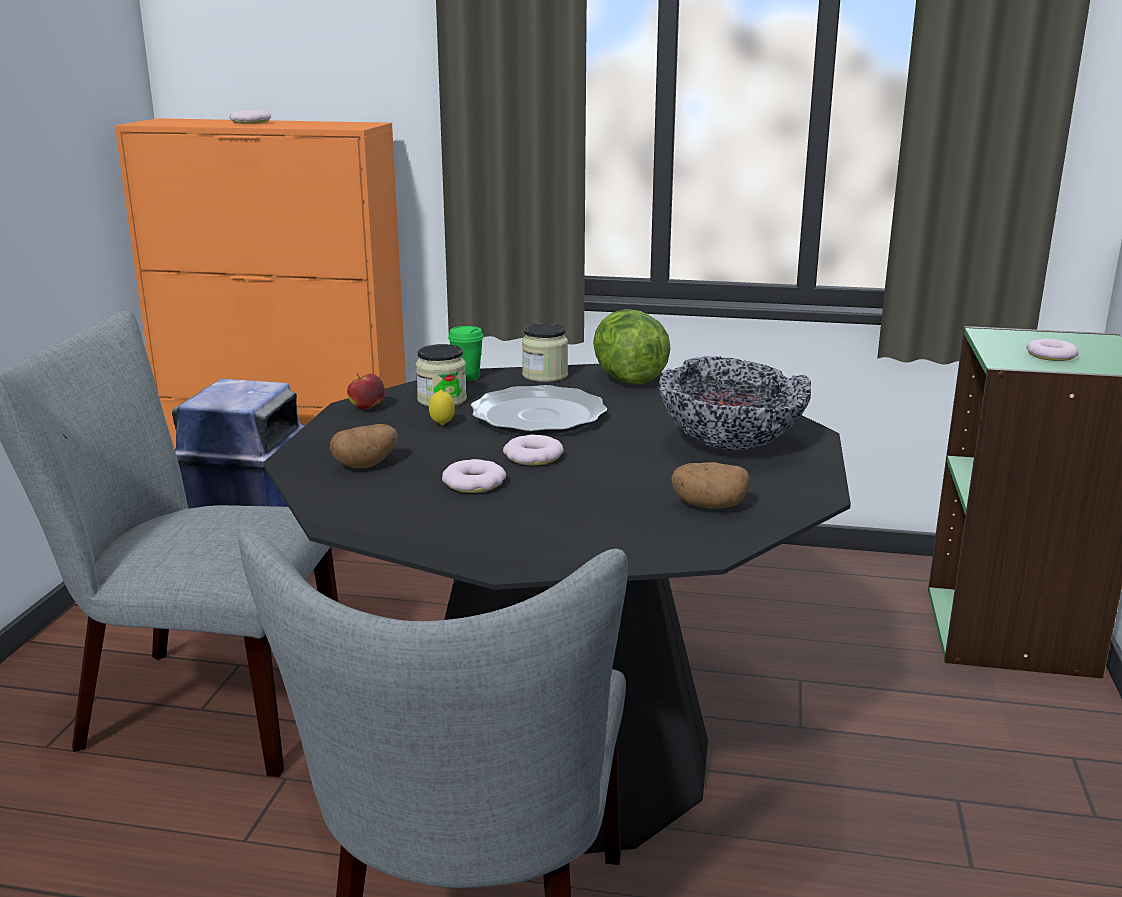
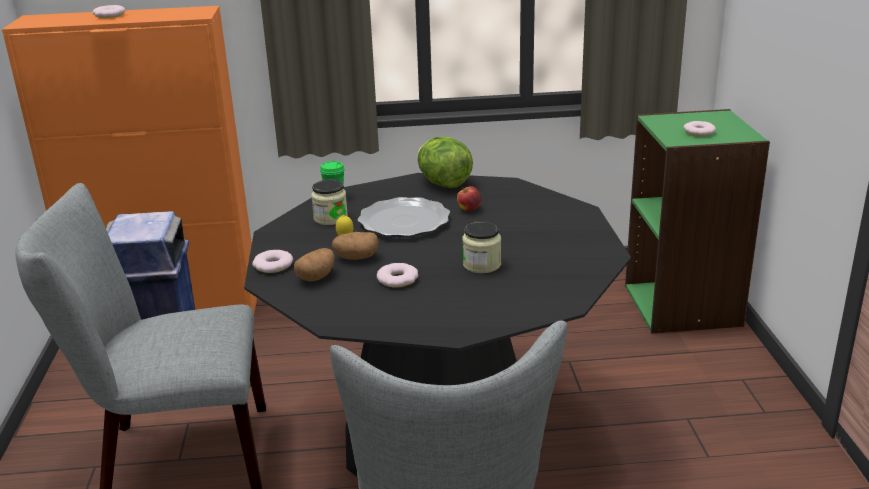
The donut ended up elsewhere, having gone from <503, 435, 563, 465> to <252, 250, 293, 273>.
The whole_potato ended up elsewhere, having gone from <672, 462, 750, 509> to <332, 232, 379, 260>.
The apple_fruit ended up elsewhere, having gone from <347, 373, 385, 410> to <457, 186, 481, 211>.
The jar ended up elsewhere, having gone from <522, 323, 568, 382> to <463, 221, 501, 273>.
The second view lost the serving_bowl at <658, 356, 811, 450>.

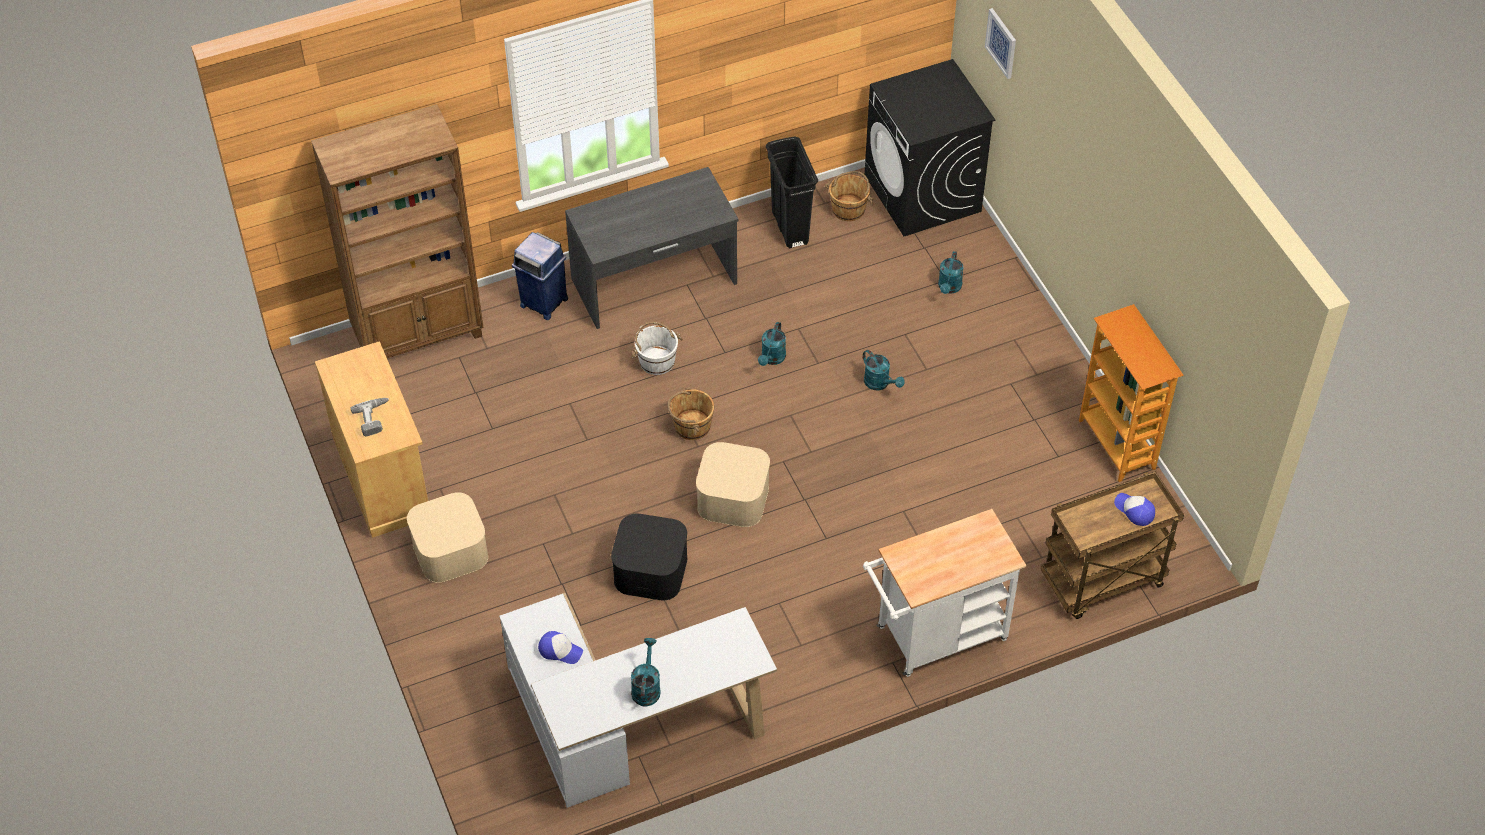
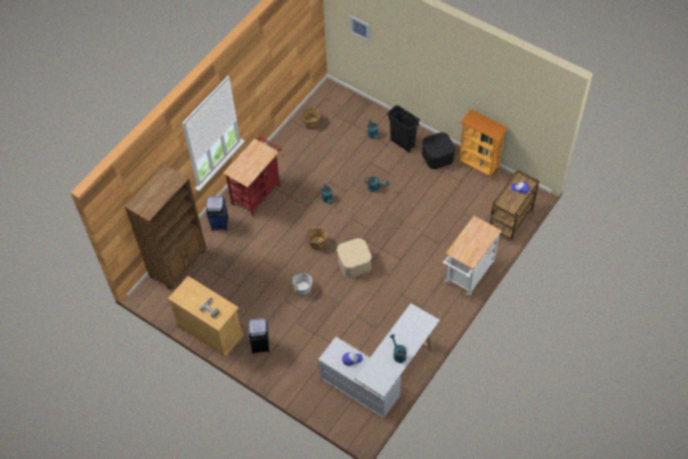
Where the gray_desk_unit stood at <565, 167, 739, 329>, the reddish_cart came to stand at <223, 136, 282, 217>.
Where the beige_storage_container stood at <407, 492, 488, 583>, the blue_waste_bin came to stand at <248, 318, 270, 354>.
The white_pail ended up elsewhere, having gone from <631, 321, 683, 375> to <291, 272, 312, 296>.
The black_waste_bin ended up elsewhere, having gone from <766, 136, 818, 248> to <387, 105, 420, 152>.
The black_storage_container ended up elsewhere, having gone from <611, 514, 687, 601> to <422, 132, 455, 169>.
The second view lost the black_laundry_appliance at <864, 59, 995, 236>.

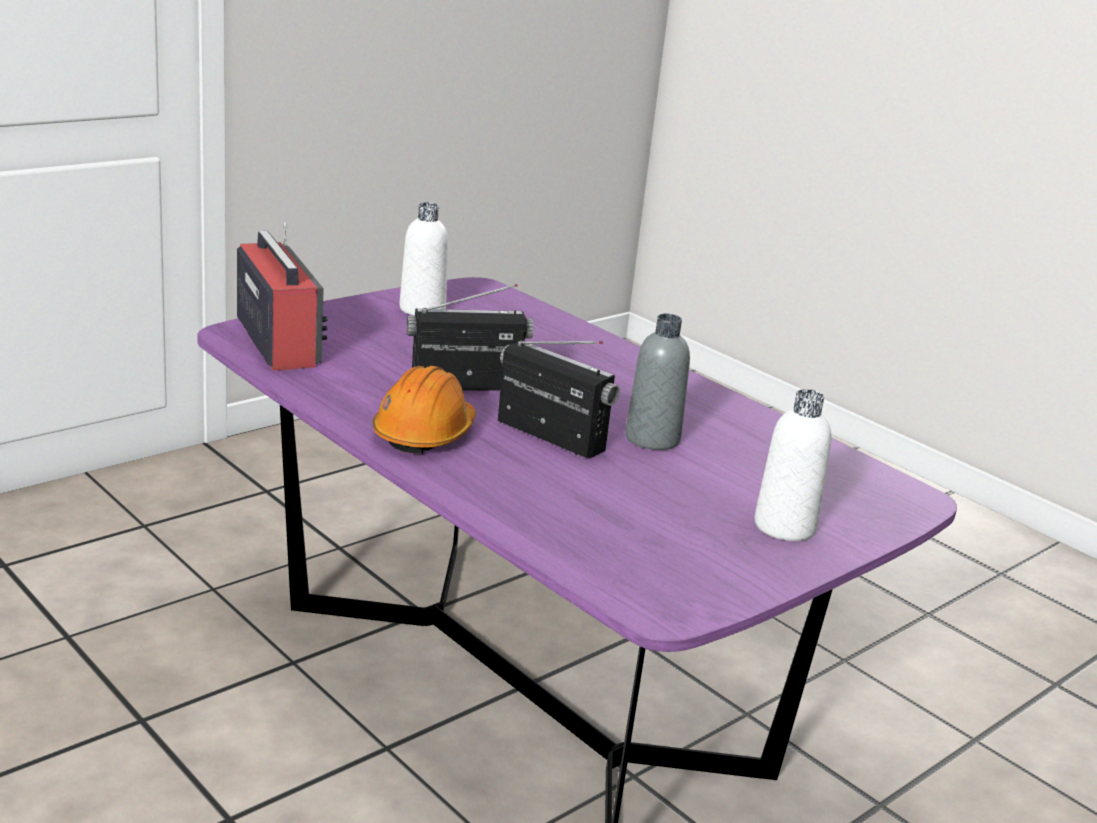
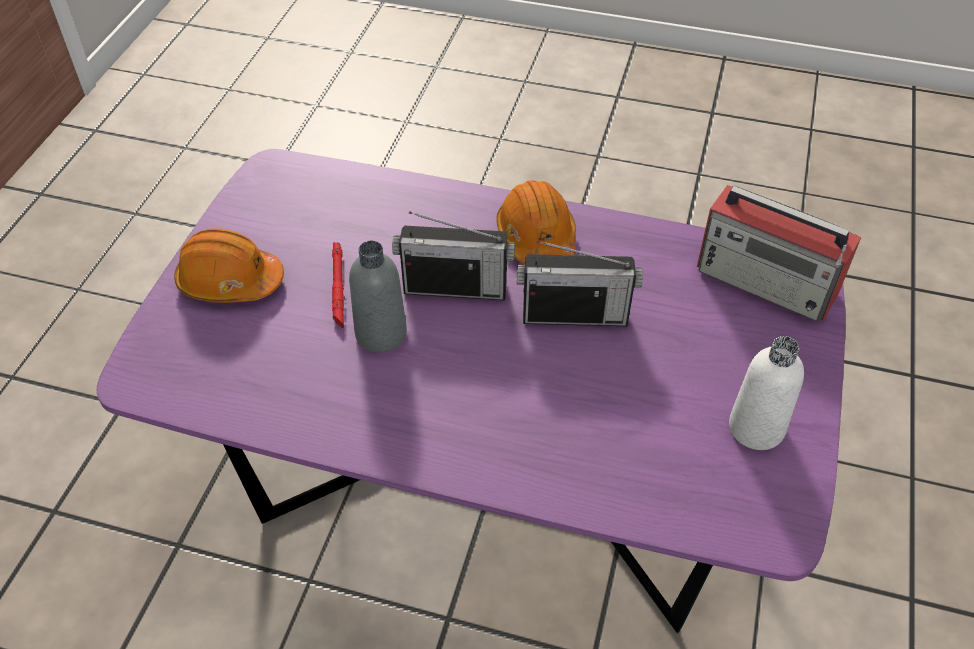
Where the white_beverage_bottle stood at <754, 389, 831, 541>, the orange-coloured_work_helmet came to stand at <174, 228, 284, 303>.
The second view gained the reddish_torch at <332, 242, 345, 328>.
The radio_receiver at <406, 284, 533, 391> ended up facing another way, 45 degrees clockwise from before.

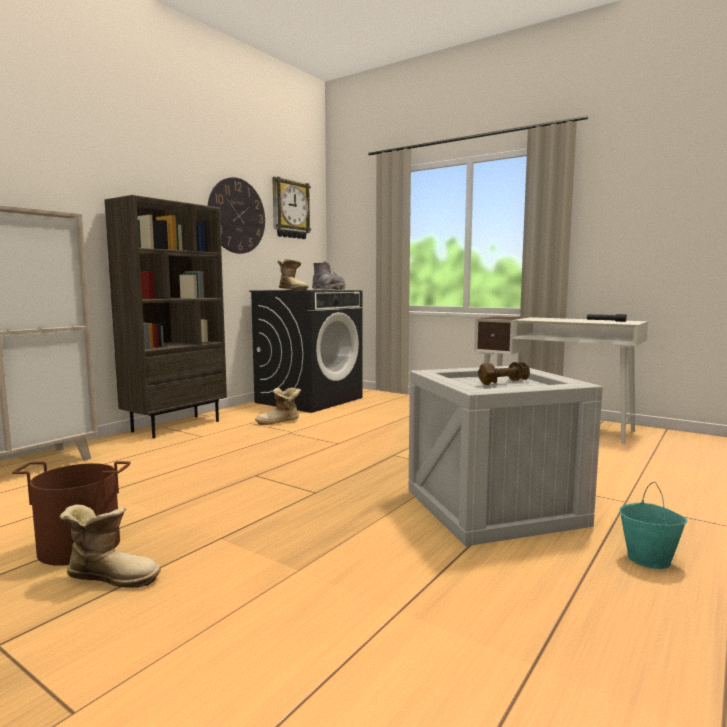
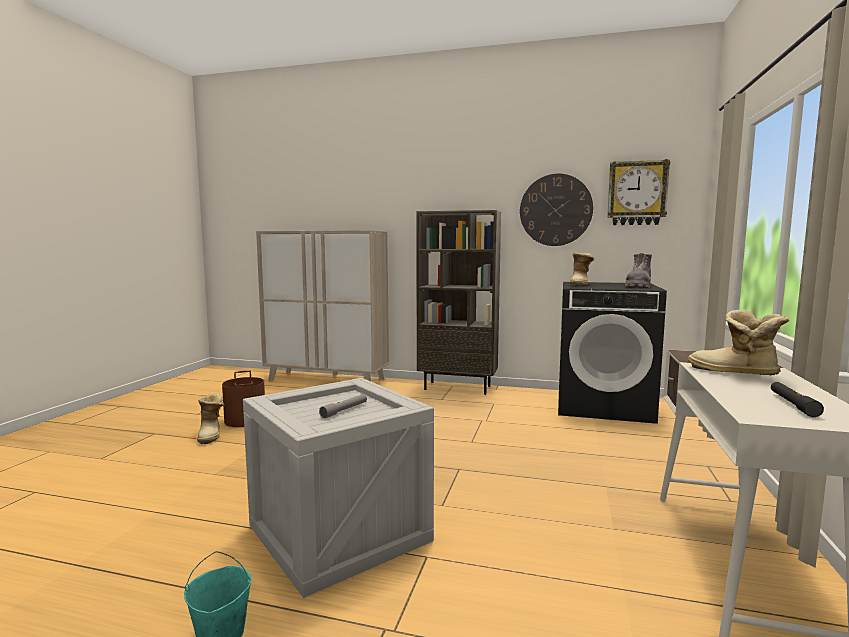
Where the brown-coloured_free_weight stood at <478, 361, 530, 385>, the gray_torch came to stand at <319, 394, 367, 419>.
The high-top_boot ended up elsewhere, having gone from <255, 388, 301, 425> to <688, 310, 789, 375>.

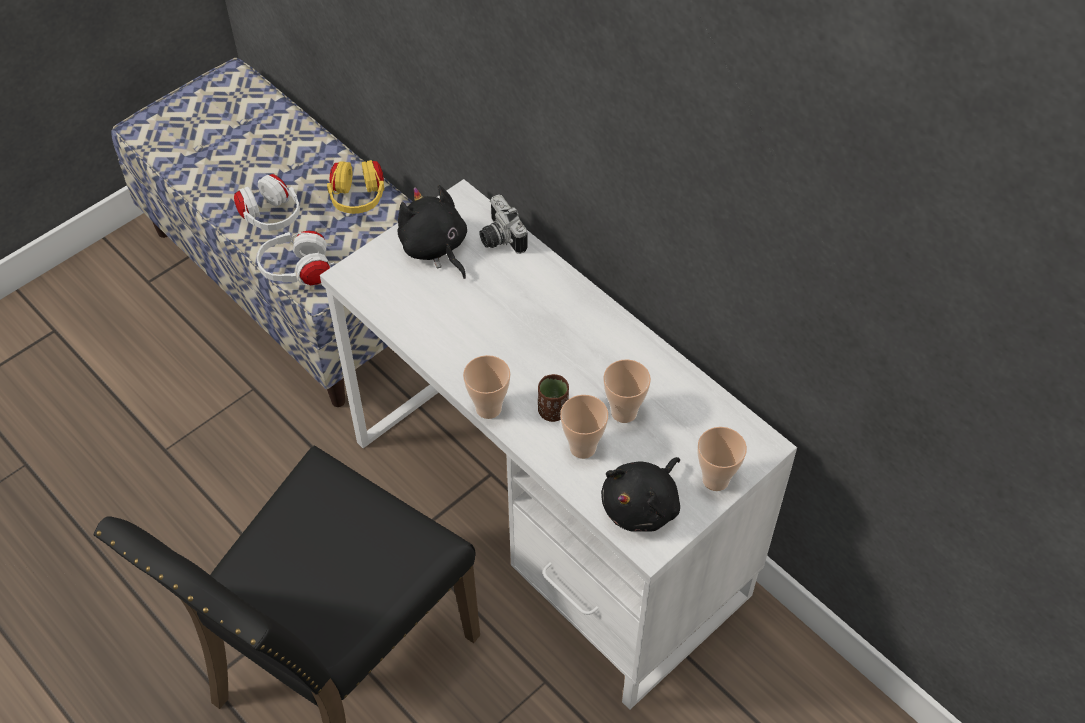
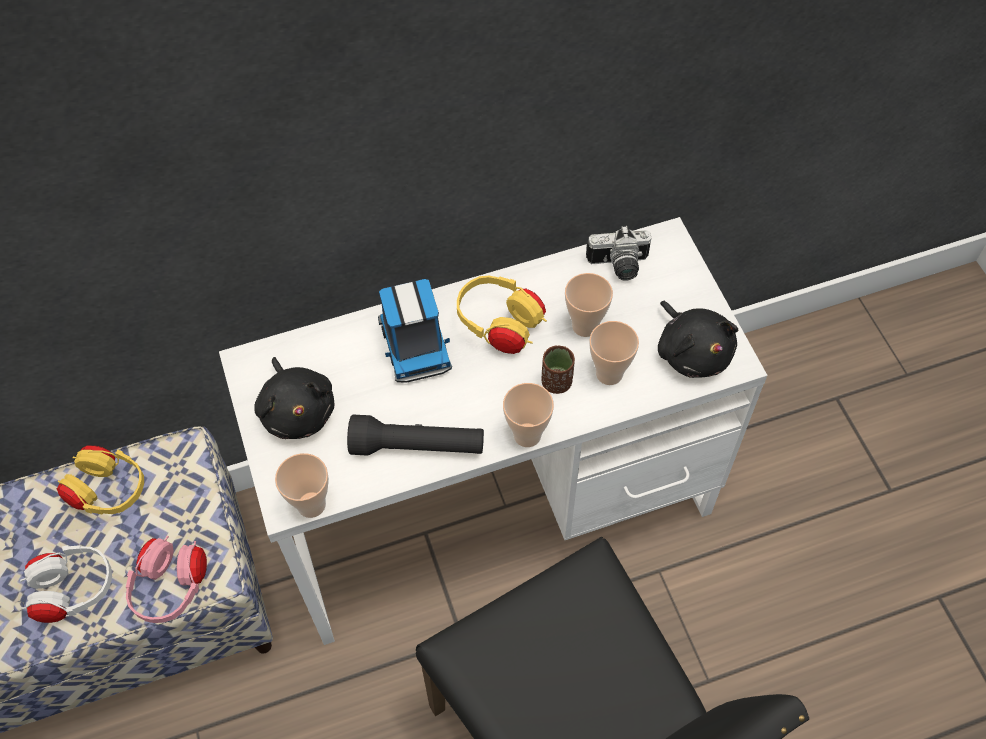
What was the white_headphones at <257, 230, 334, 285> turned into the pink-coloured_headphones at <126, 536, 207, 623>.
The black_soft_toy at <397, 185, 467, 279> ended up facing another way, 105 degrees counterclockwise from before.
The drinking_cup ended up elsewhere, having gone from <697, 427, 747, 491> to <275, 453, 329, 518>.
The second view gained the black_torch at <347, 415, 484, 456>.
The second view gained the toy_lorry at <378, 279, 452, 383>.
The second view gained the yellowish_headphones at <457, 276, 547, 354>.
The photo_camera ended up elsewhere, having gone from <479, 194, 528, 254> to <586, 226, 651, 281>.

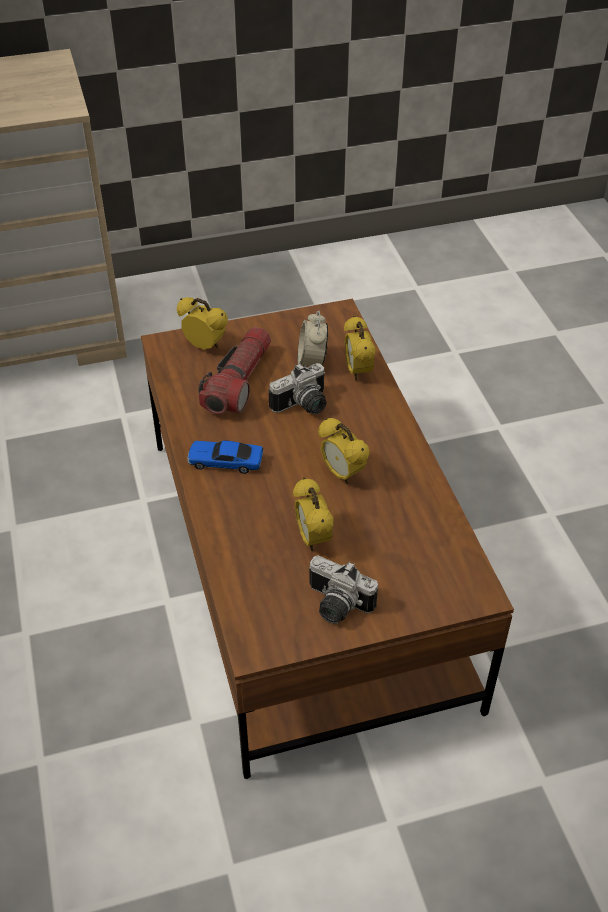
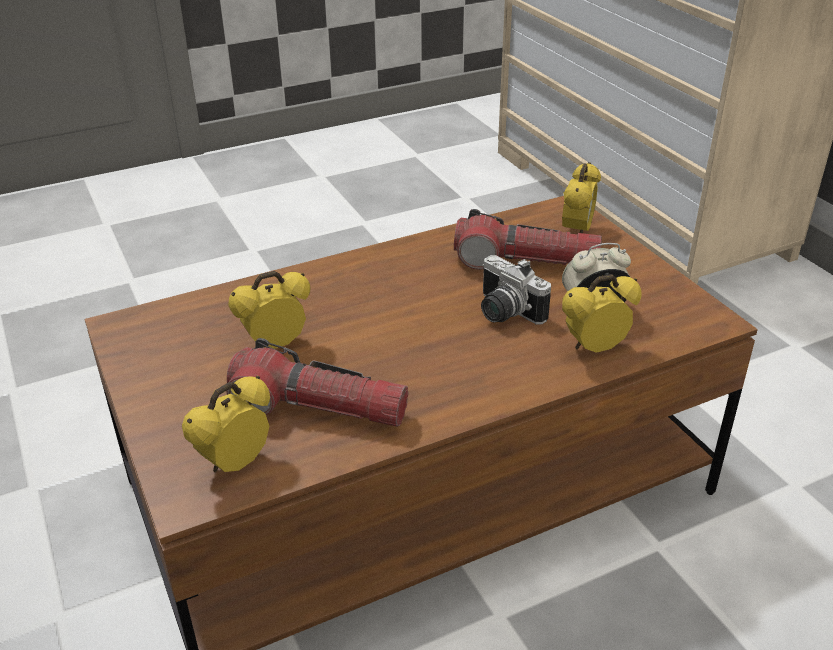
The table_clock ended up elsewhere, having gone from <318, 418, 370, 484> to <182, 376, 270, 472>.
The second view gained the torch at <226, 338, 408, 427>.
The second view lost the miniature_car at <188, 440, 263, 474>.
The second view lost the photo_camera at <309, 555, 378, 624>.

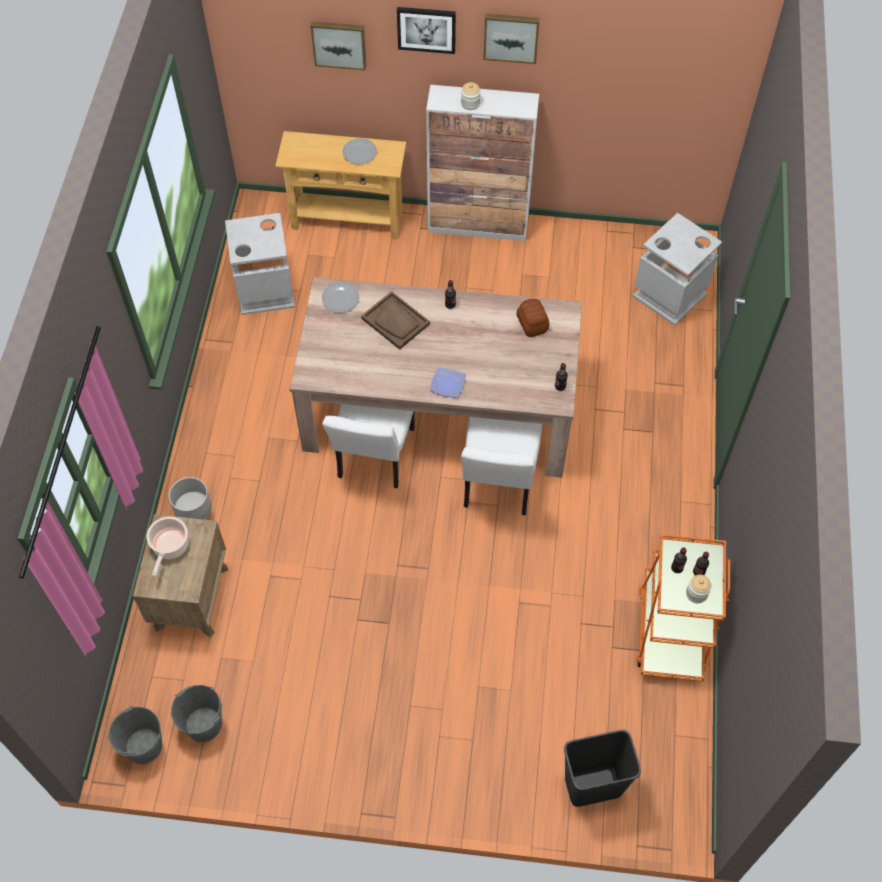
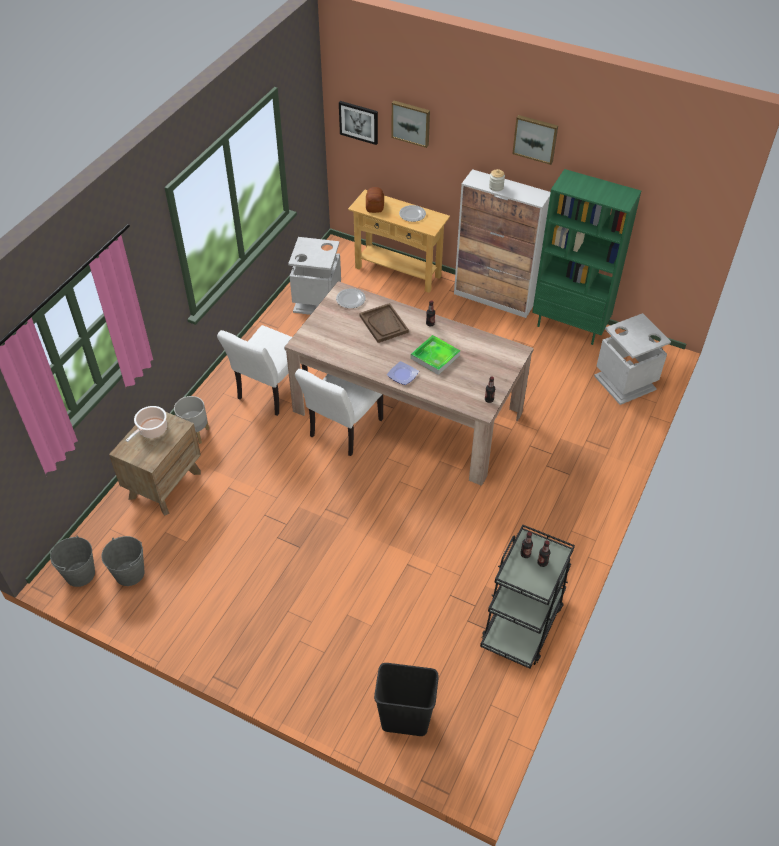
The white_chair ended up elsewhere, having gone from <461, 417, 543, 515> to <217, 325, 308, 416>.
The wall_art ended up elsewhere, having gone from <397, 7, 456, 54> to <339, 101, 378, 145>.
The bread ended up elsewhere, having gone from <516, 299, 549, 337> to <366, 187, 384, 213>.
The second view gained the serving_tray at <411, 335, 460, 375>.
What was the orange-coloured_cart at <636, 534, 730, 682> turned into the black_cart at <480, 524, 575, 669>.
The second view gained the green-coloured_bookshelf at <532, 169, 641, 345>.
The second view lost the jar at <686, 575, 712, 603>.

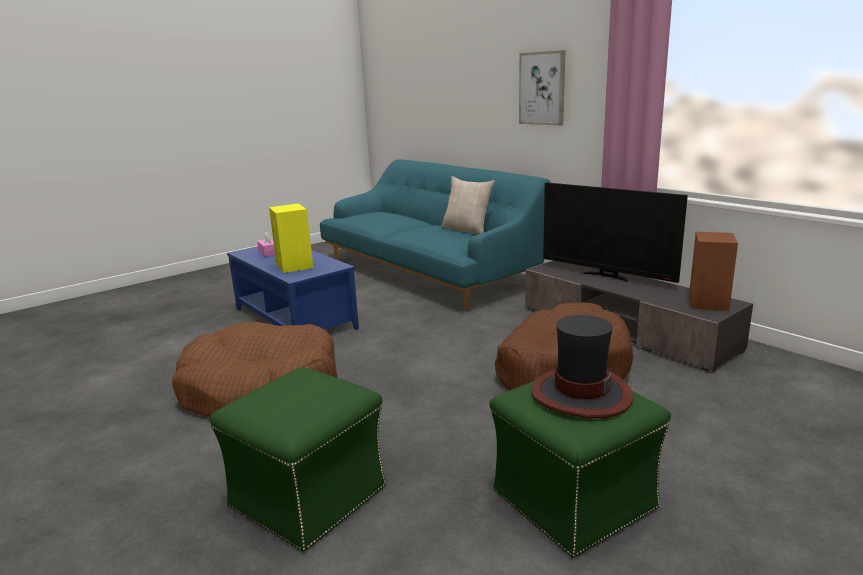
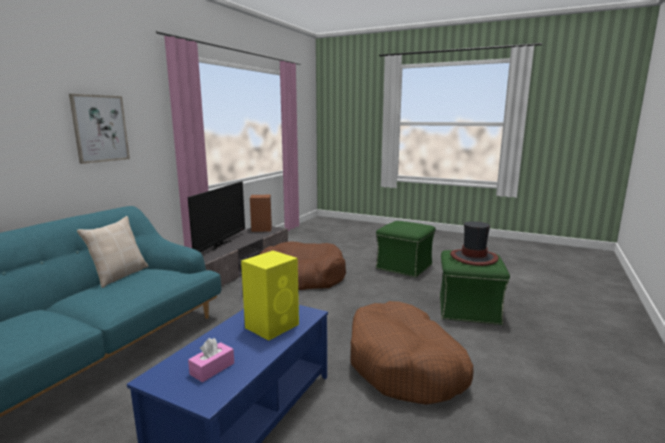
The wearable_hat ended up elsewhere, having gone from <531, 315, 633, 418> to <450, 221, 499, 266>.

